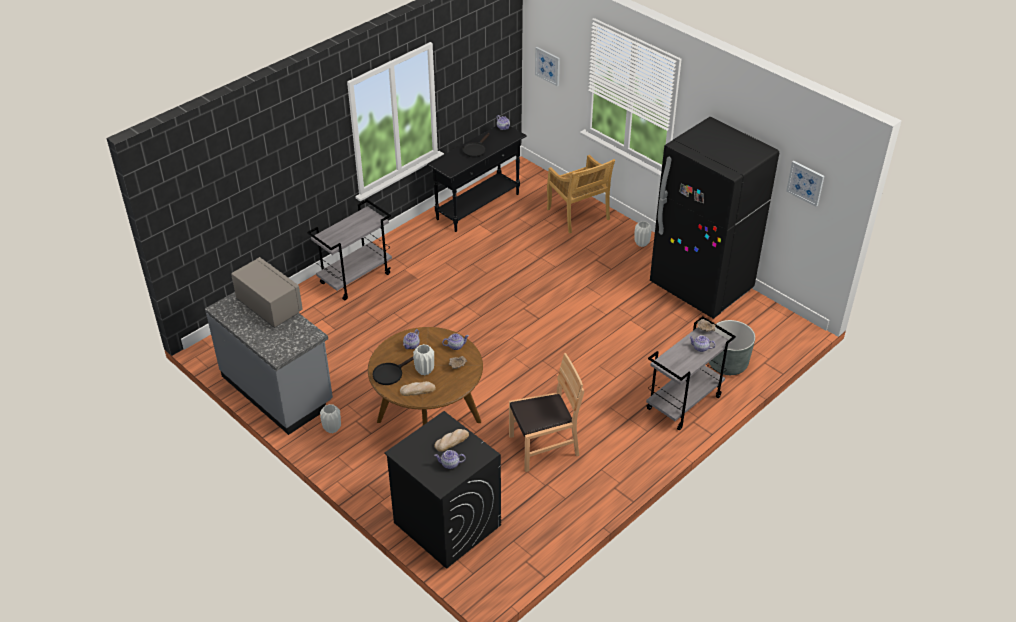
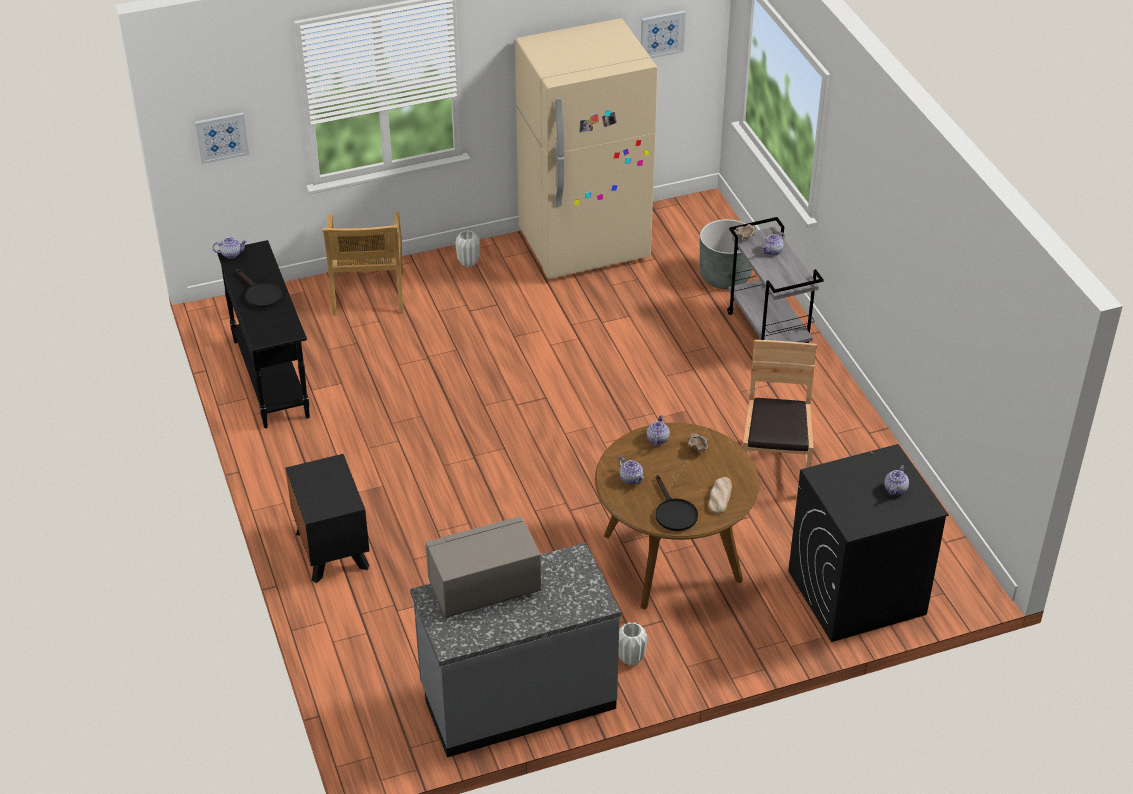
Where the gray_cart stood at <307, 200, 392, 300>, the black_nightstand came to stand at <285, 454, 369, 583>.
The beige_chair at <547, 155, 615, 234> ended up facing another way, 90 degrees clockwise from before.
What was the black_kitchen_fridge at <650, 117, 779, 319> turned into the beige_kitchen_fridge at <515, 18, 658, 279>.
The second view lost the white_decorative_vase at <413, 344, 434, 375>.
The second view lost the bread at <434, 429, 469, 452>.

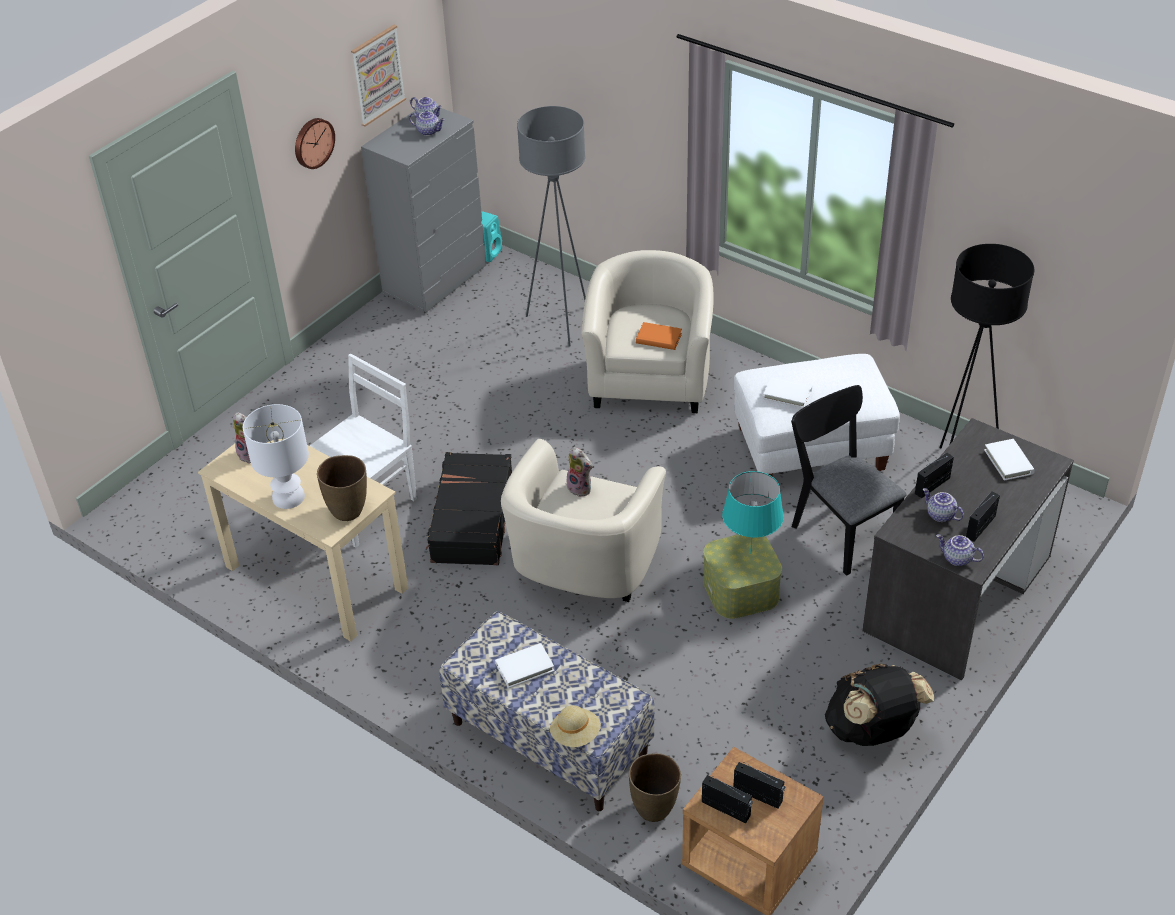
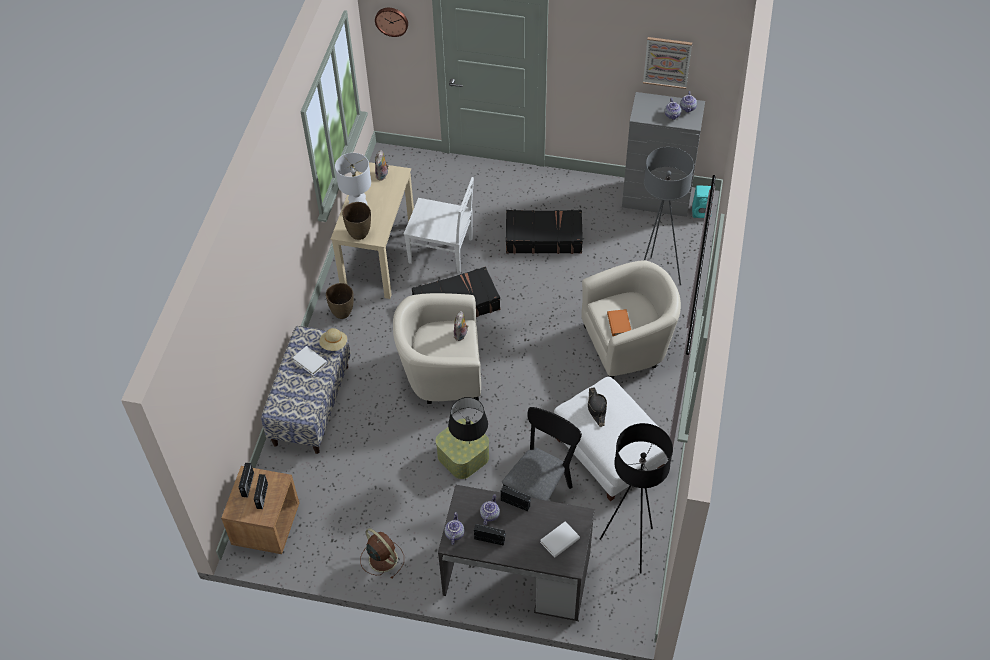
The beige_wearable_hat ended up elsewhere, having gone from <550, 705, 601, 747> to <319, 328, 347, 351>.
The brown-coloured_decorative_vase ended up elsewhere, having gone from <629, 753, 681, 822> to <326, 283, 354, 319>.
Where the black_knapsack stood at <825, 663, 934, 746>, the brown-coloured_cooling_fan came to stand at <360, 528, 404, 578>.
The hanging_clock ended up elsewhere, having gone from <295, 118, 335, 169> to <375, 8, 408, 37>.
What was the turquoise_table_lamp at <722, 471, 784, 554> turned into the black_table_lamp at <448, 397, 488, 444>.
The second view gained the black_piece_of_luggage at <506, 209, 583, 254>.
Where the white_bound_book stood at <763, 377, 812, 408>, the black_wearable_hat came to stand at <588, 387, 607, 427>.

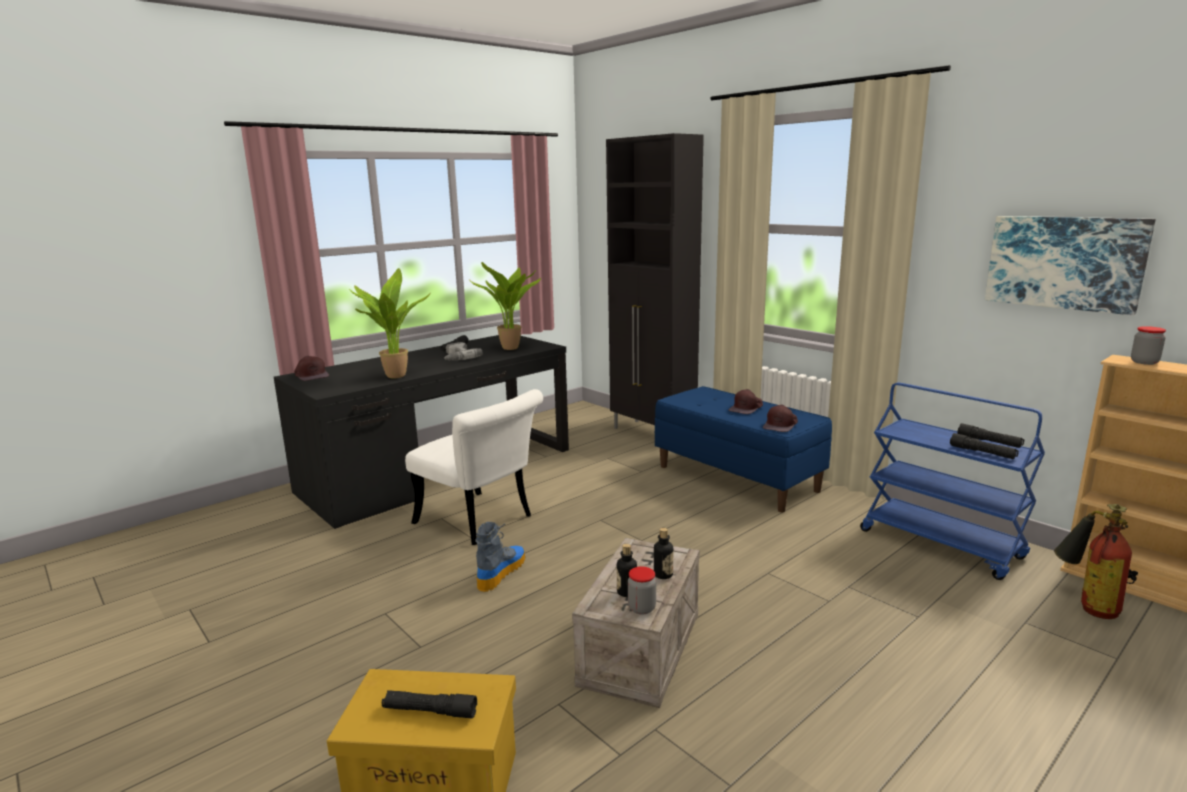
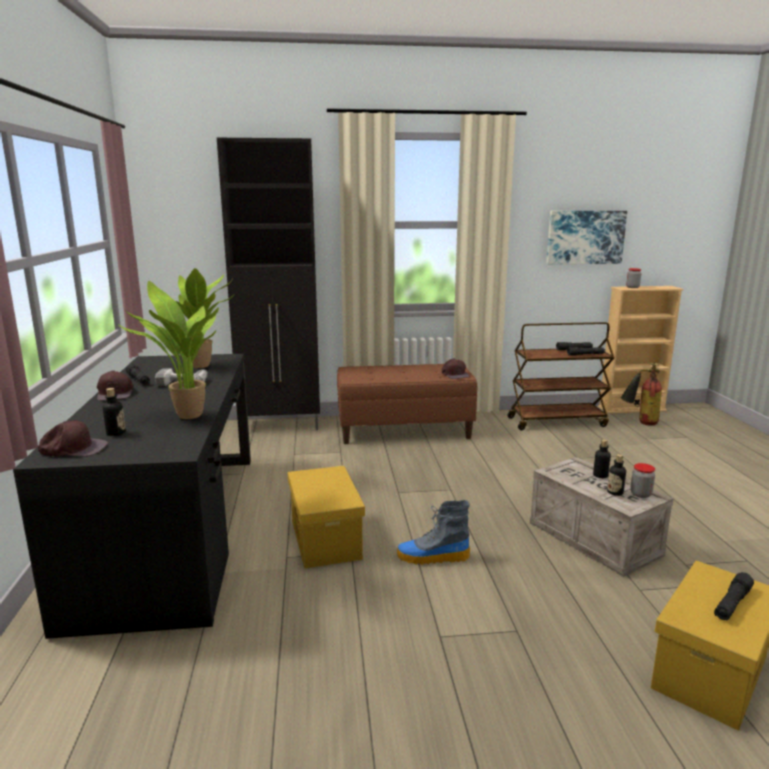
The brown-coloured_peaked_cap ended up elsewhere, having gone from <728, 389, 763, 414> to <97, 370, 133, 401>.
The second view gained the beverage_bottle at <103, 388, 126, 436>.
Where the white_chair stood at <405, 389, 543, 545>, the yellowish_storage_container came to stand at <288, 466, 365, 568>.
What was the blue_indoor_bench at <655, 386, 832, 512> turned into the brown-coloured_indoor_bench at <337, 364, 477, 444>.
The high-top_boot at <476, 522, 525, 592> ended up facing another way, 60 degrees counterclockwise from before.
What was the blue_cart at <860, 383, 1045, 580> turned into the brown-coloured_cart at <507, 322, 615, 430>.

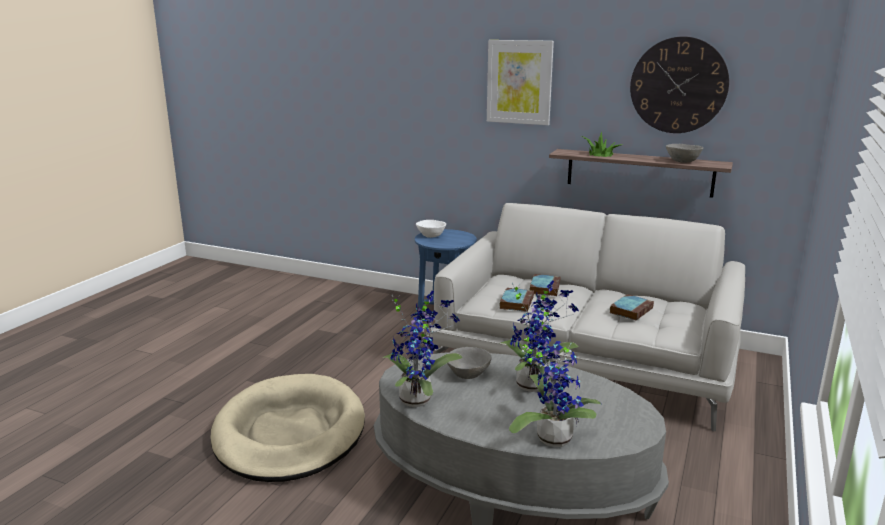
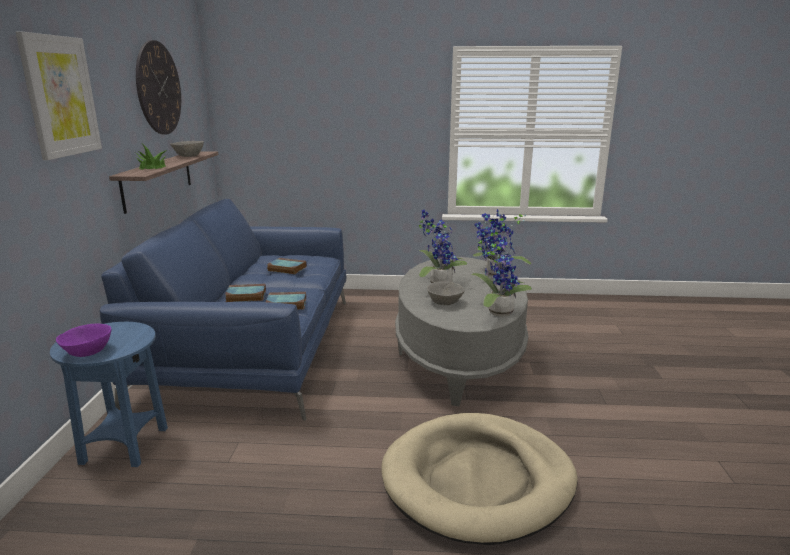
What was the white_serving_bowl at <416, 220, 446, 238> turned into the purplish_serving_bowl at <56, 324, 111, 357>.
What was the gray_sofa at <430, 203, 745, 432> turned into the blue_sofa at <99, 199, 346, 421>.

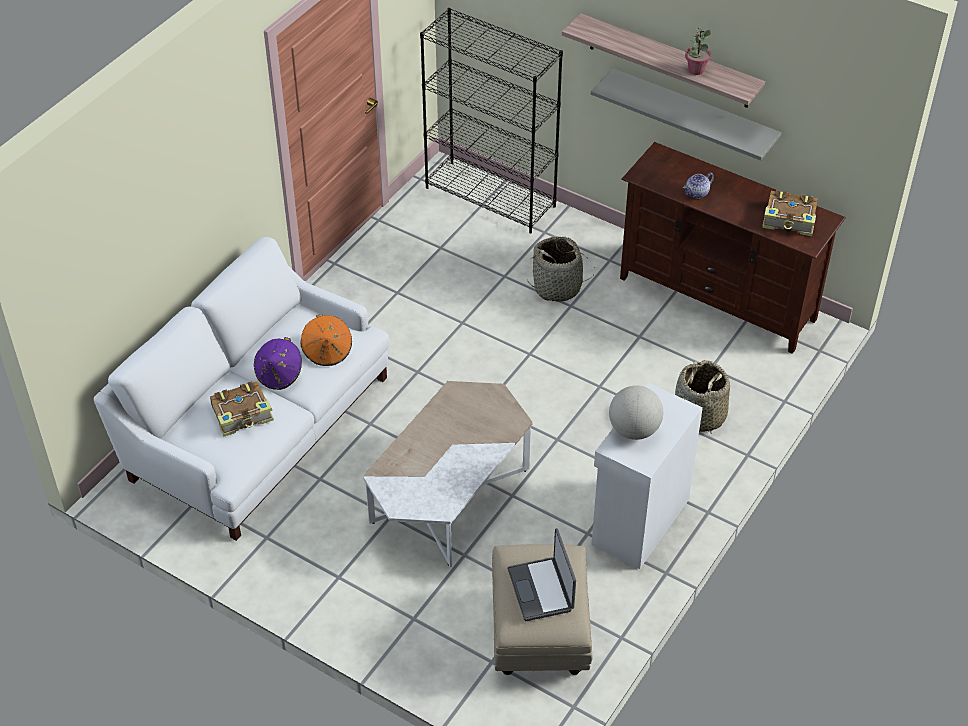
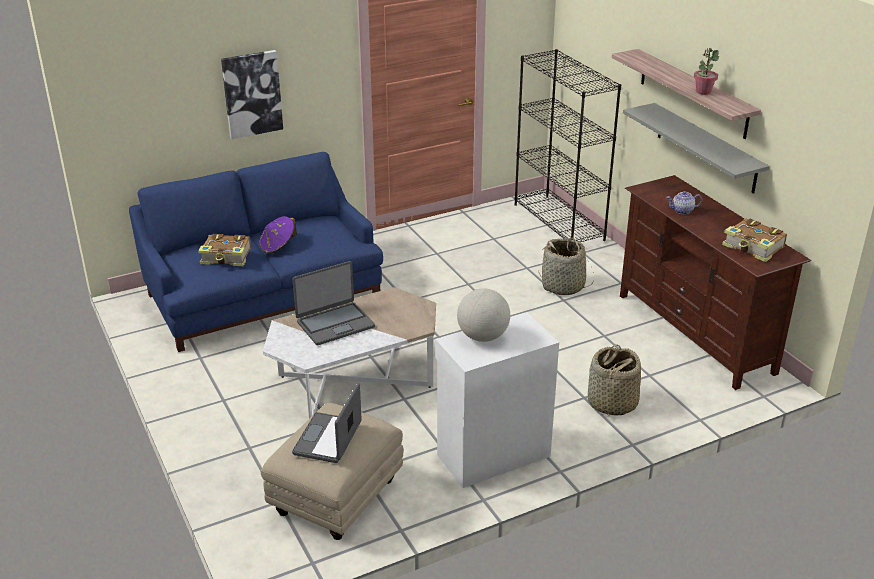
What was the white_sofa at <94, 237, 390, 541> turned into the blue_sofa at <129, 152, 383, 352>.
The second view gained the wall_art at <221, 50, 283, 139>.
The second view gained the portable_computer at <293, 261, 375, 345>.
The second view lost the orange-coloured_wearable_hat at <301, 314, 352, 366>.

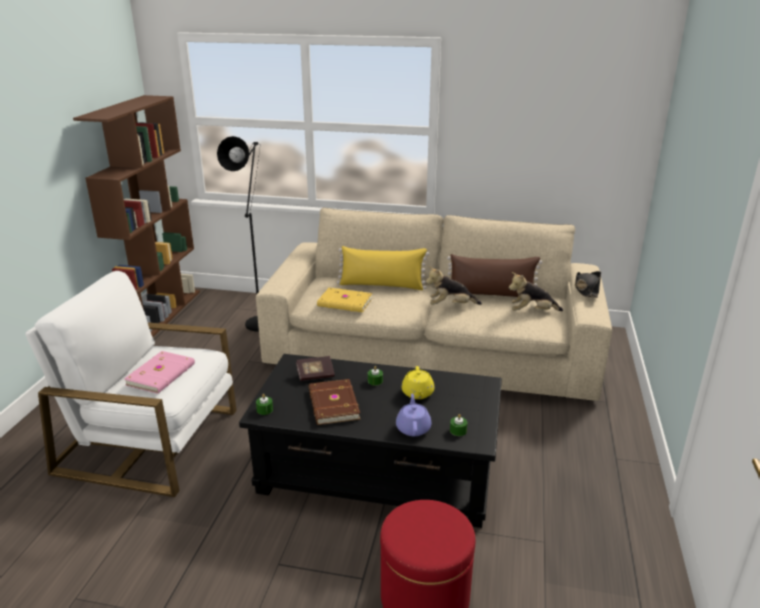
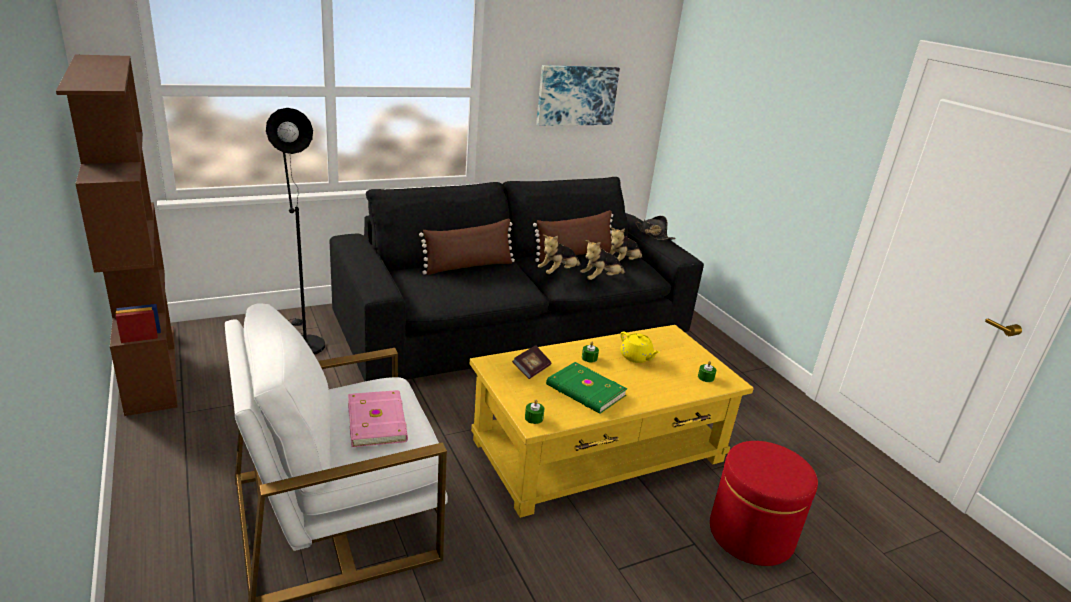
What was the beige_sofa at <256, 208, 612, 401> turned into the black_sofa at <330, 177, 704, 381>.
What was the yellowish_throw_pillow at <337, 246, 429, 290> turned into the brown-coloured_throw_pillow at <419, 219, 515, 275>.
What was the black_low_table at <239, 354, 502, 528> turned into the yellowish_low_table at <470, 325, 754, 518>.
The second view gained the wall_art at <536, 65, 620, 126>.
What was the brown-coloured_bound_book at <309, 379, 361, 425> turned into the green-coloured_bound_book at <546, 362, 627, 414>.
The second view gained the soft_toy at <580, 240, 626, 280>.
The second view lost the yellowish_bound_book at <317, 288, 372, 312>.
The second view lost the purplish_pot_for_tea at <396, 393, 431, 436>.

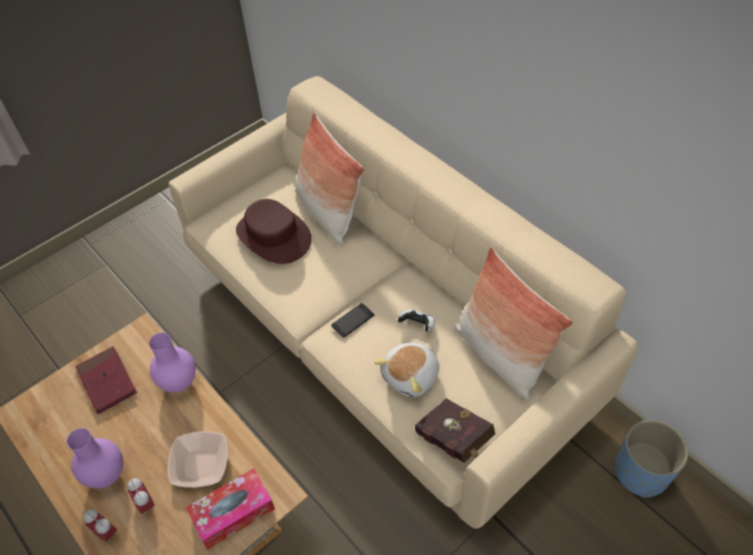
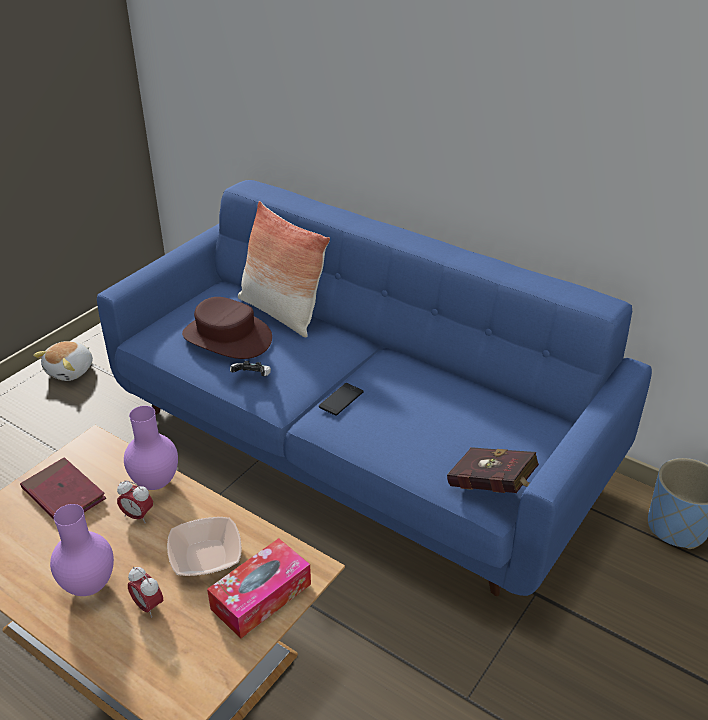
The soft_toy ended up elsewhere, having gone from <374, 343, 439, 397> to <33, 341, 93, 381>.
What was the beige_sofa at <169, 76, 638, 529> turned into the blue_sofa at <97, 180, 652, 596>.
The table_clock ended up elsewhere, having gone from <84, 509, 117, 543> to <117, 480, 153, 523>.
The joypad ended up elsewhere, having gone from <397, 309, 435, 332> to <230, 361, 271, 376>.
The second view lost the throw_pillow at <454, 247, 573, 400>.

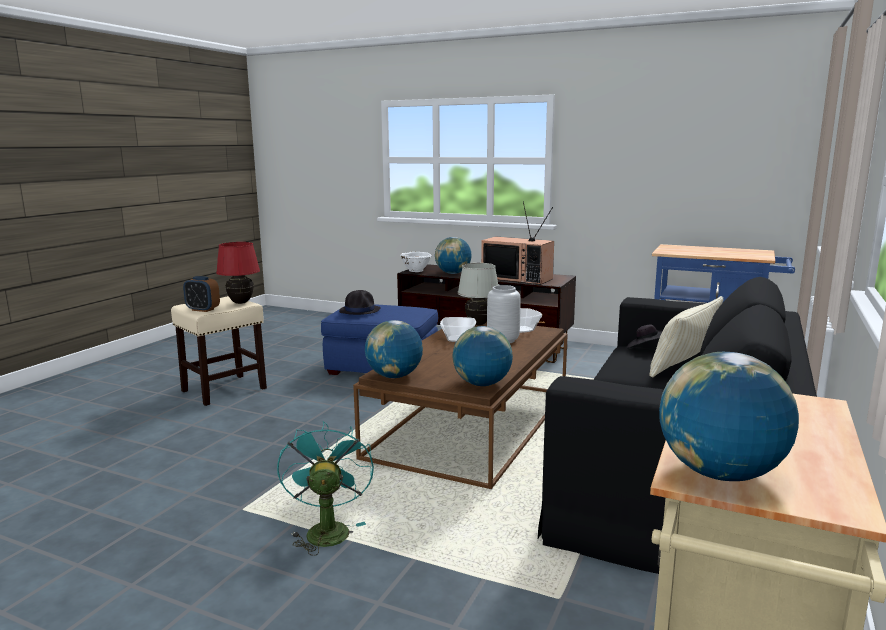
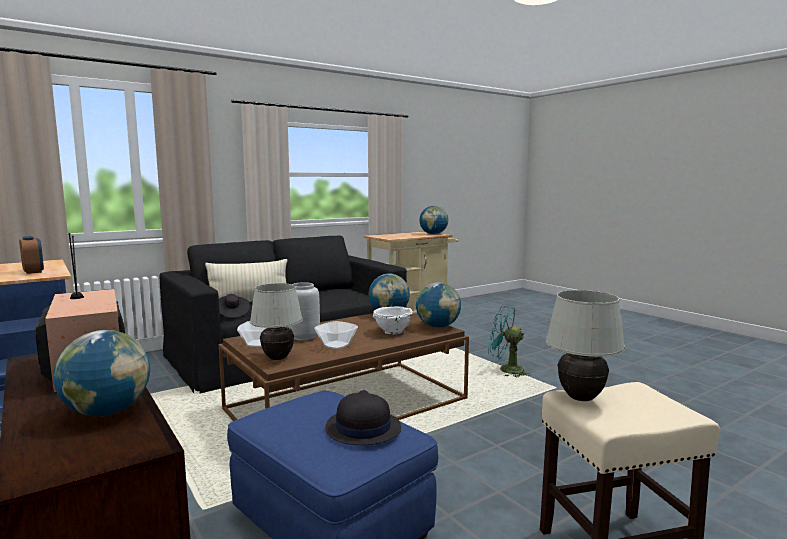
The table_clock ended up elsewhere, having gone from <183, 276, 220, 312> to <19, 236, 44, 274>.
The white_serving_bowl ended up elsewhere, having gone from <400, 252, 432, 272> to <373, 306, 413, 335>.
The turquoise_cooling_fan at <277, 421, 374, 556> ended up facing another way, 90 degrees clockwise from before.
What was the reddish_table_lamp at <216, 242, 260, 304> turned into the white_table_lamp at <546, 290, 625, 401>.

